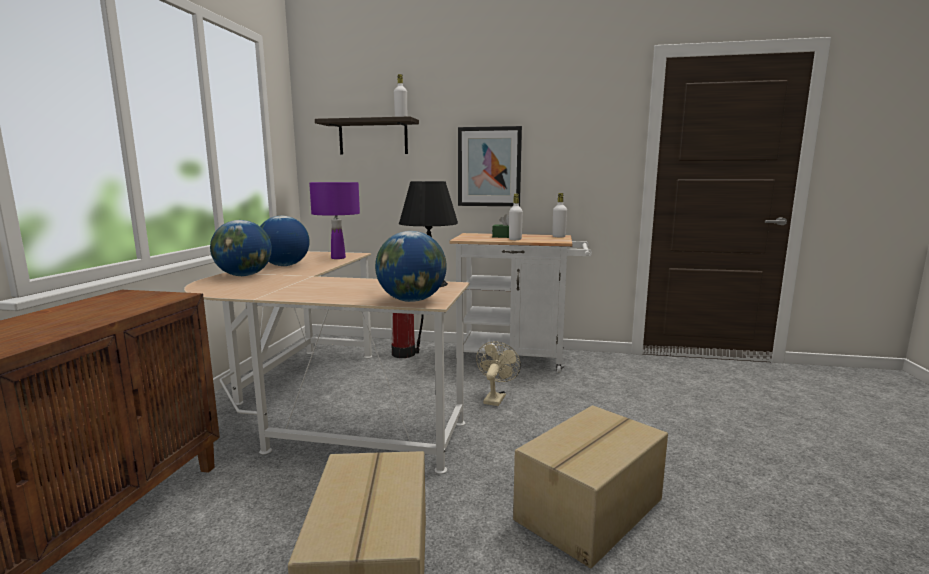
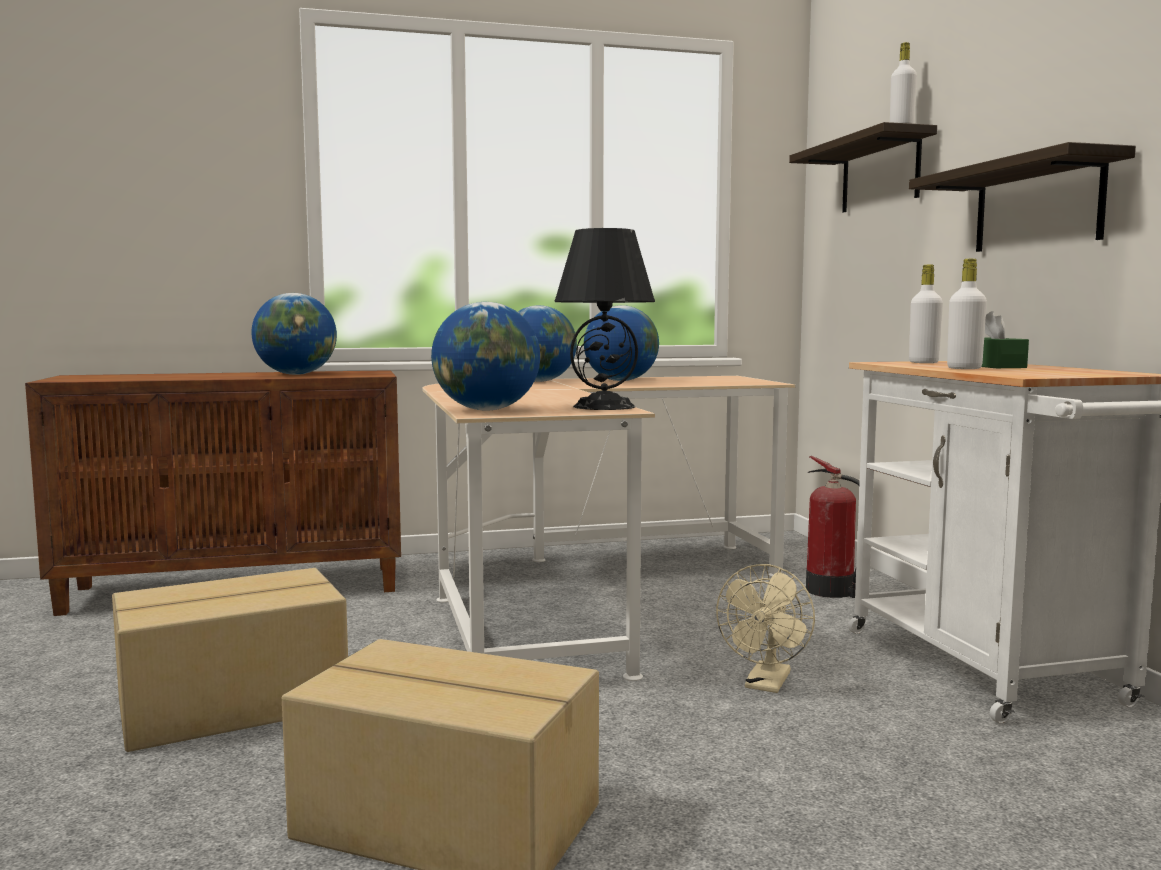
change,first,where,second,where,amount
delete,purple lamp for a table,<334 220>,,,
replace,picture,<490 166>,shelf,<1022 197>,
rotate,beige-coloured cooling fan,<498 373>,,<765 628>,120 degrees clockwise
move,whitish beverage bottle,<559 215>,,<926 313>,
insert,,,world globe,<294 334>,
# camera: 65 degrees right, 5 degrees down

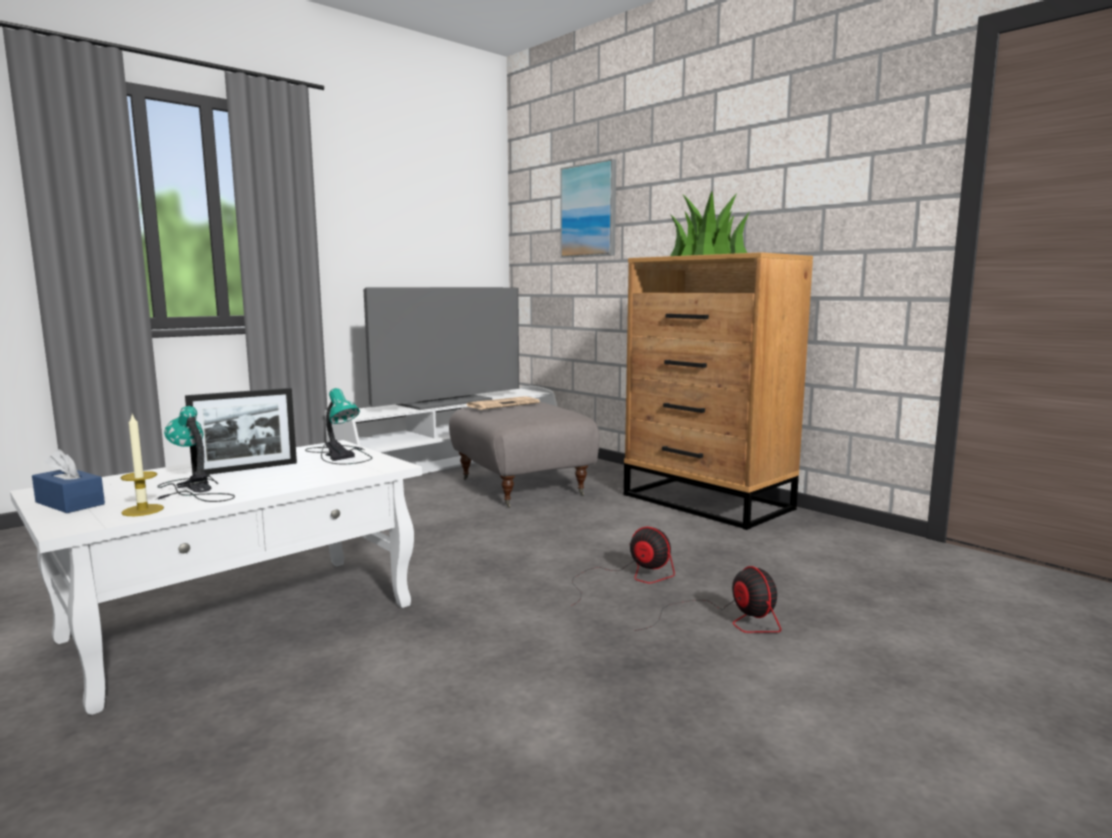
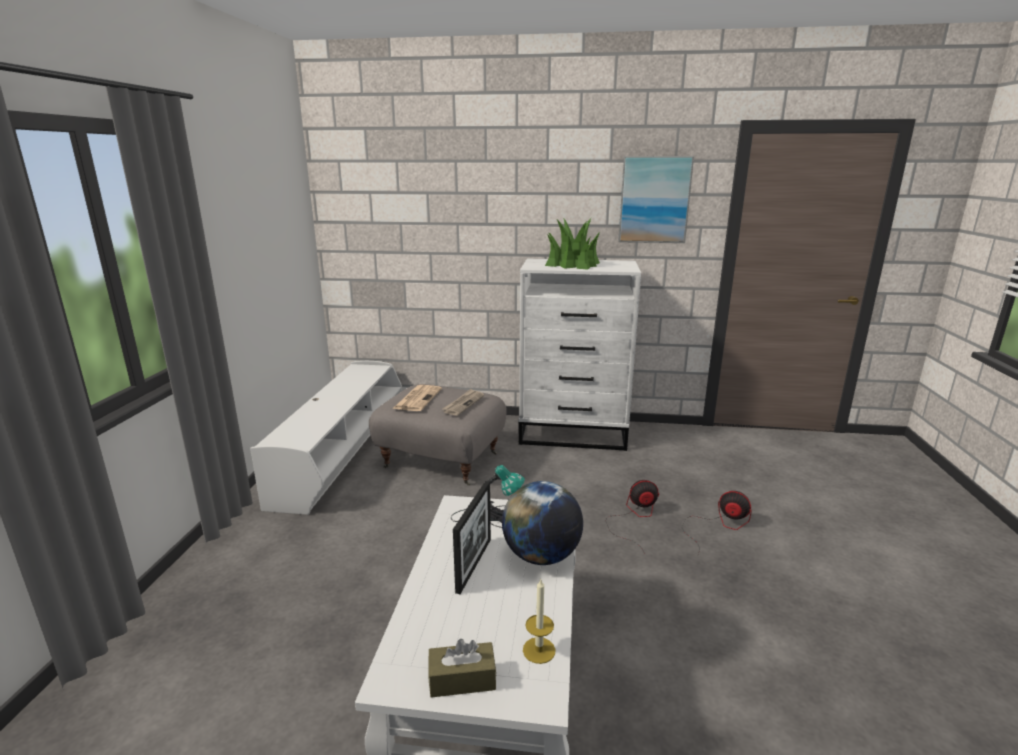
change,first,where,second,where,amount
recolor,blue-coloured box of tissues,<68 481>,brownish box of tissues,<462 668>,
delete,lamp for a table,<195 454>,,,
delete,TV,<441 348>,,,
move,picture,<588 208>,,<656 199>,
recolor,brownish dresser,<718 391>,whitish dresser,<579 355>,
insert,,,newspaper,<463 402>,
insert,,,world globe,<542 523>,
# camera: 40 degrees left, 10 degrees up

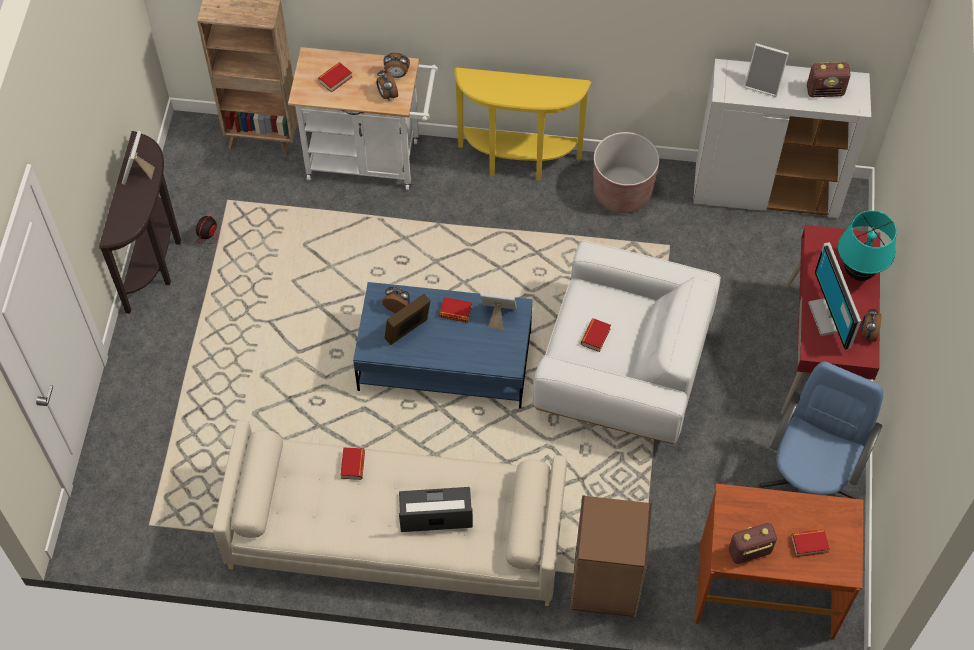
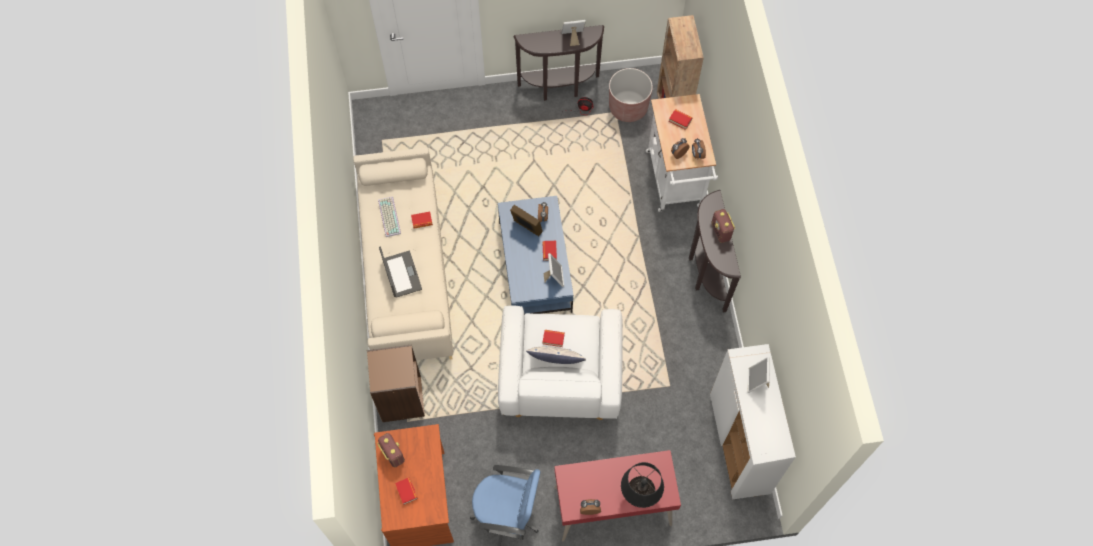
change,first,where,second,where,amount
recolor,yellow console table,<522 124>,brownish console table,<715 251>,
move,brownish planter,<626 172>,,<631 95>,
move,radio set,<829 79>,,<723 226>,
delete,computer screen,<834 295>,,,
recolor,blue-green lamp for a table,<867 245>,blackish lamp for a table,<642 485>,
insert,,,computer keyboard,<389 216>,
insert,,,cushion,<556 355>,
# camera: 75 degrees right, 5 degrees up

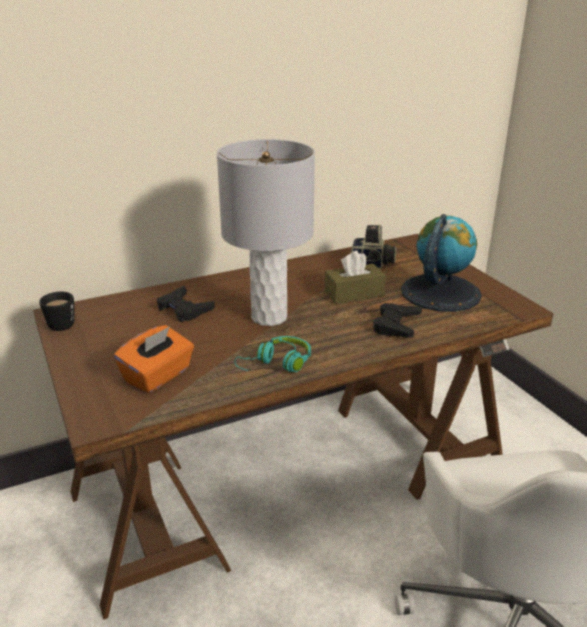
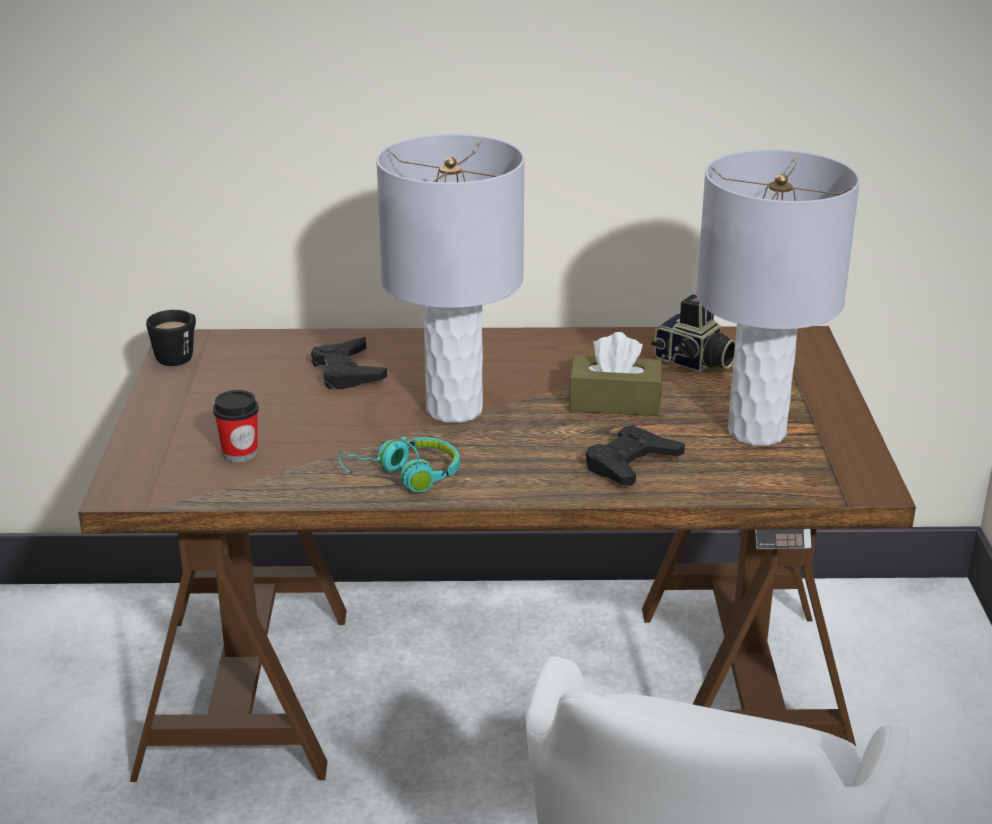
change,first,where,second,where,amount
replace,orange box of tissues,<154 359>,small cup,<236 426>,
replace,world globe,<441 263>,greyish lamp for a table,<778 297>,
# camera: 25 degrees right, 0 degrees up

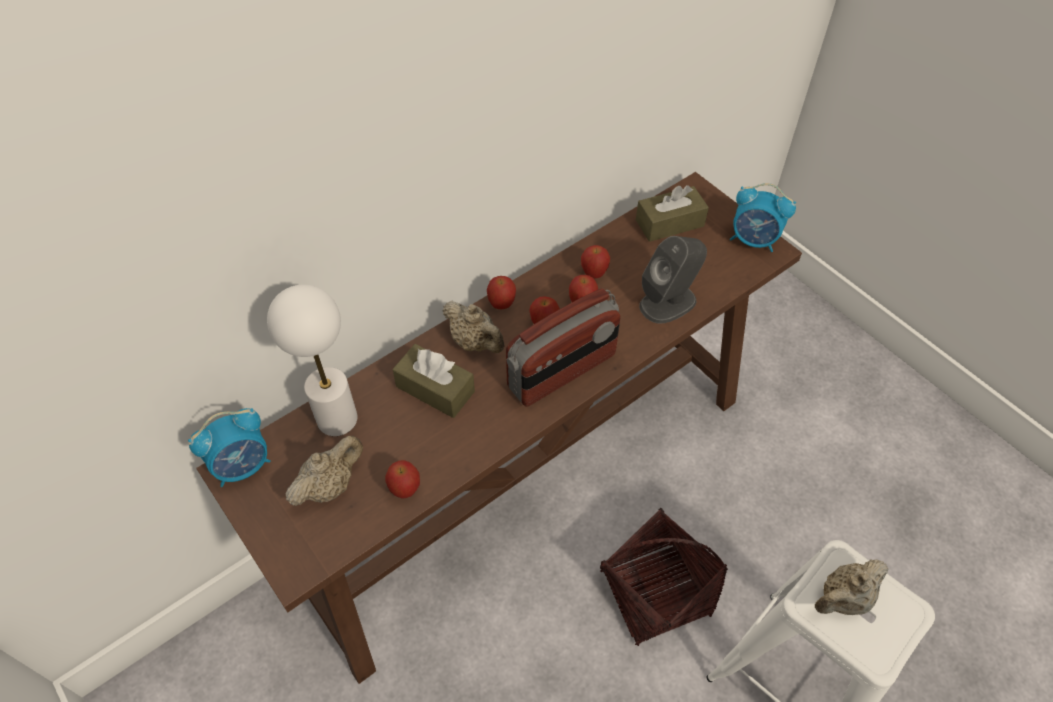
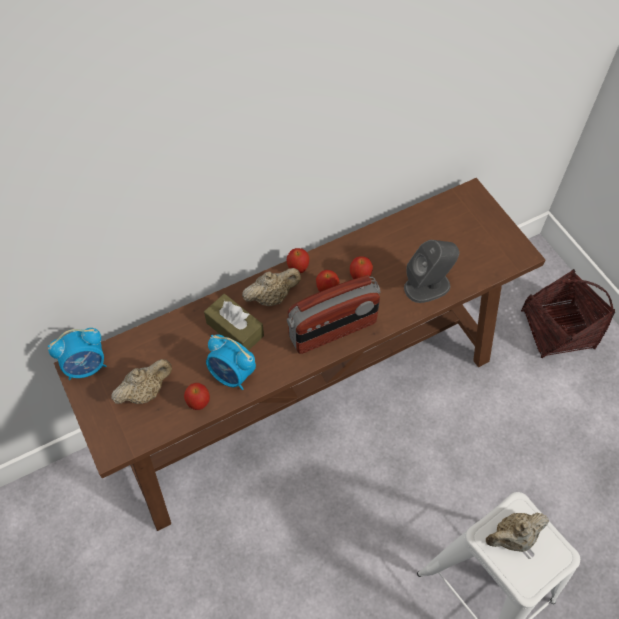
change,first,where,second,where,amount
delete,whitish lamp for a table,<312 360>,,,
rotate,beige-coloured tea pot,<473 327>,,<271 287>,75 degrees counterclockwise
delete,whole apple,<595 261>,,,
move,basket,<664 577>,,<568 313>,
delete,brownish box of tissues,<672 213>,,,
move,bedside clock,<763 217>,,<231 362>,
# camera: 10 degrees right, 5 degrees up

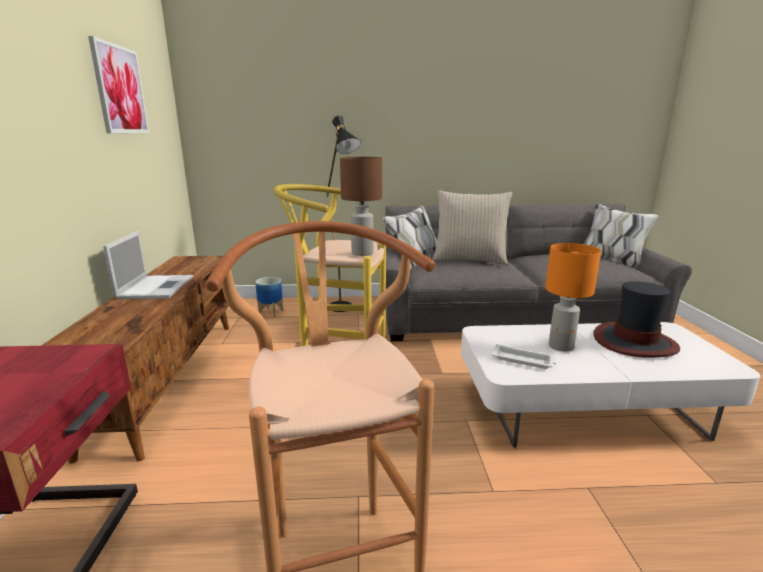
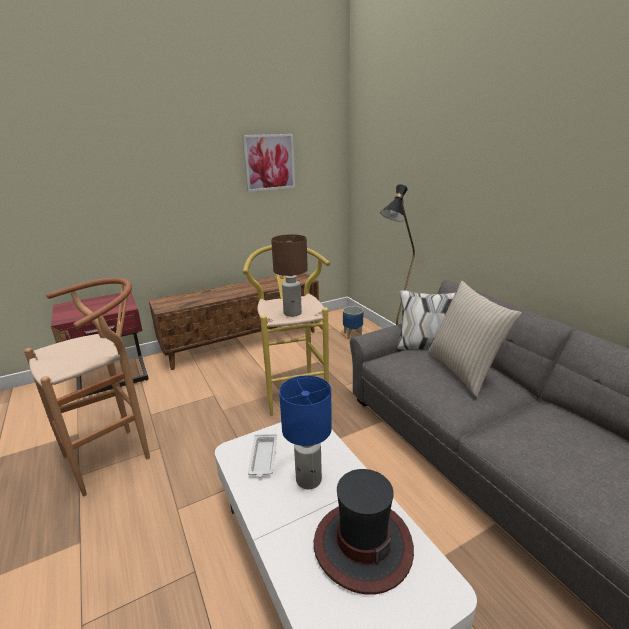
change,first,where,second,where,amount
delete,notebook computer,<148 265>,,,
recolor,orange lamp for a table,<573 297>,blue-coloured lamp for a table,<305 432>,
# camera: 65 degrees right, 5 degrees up

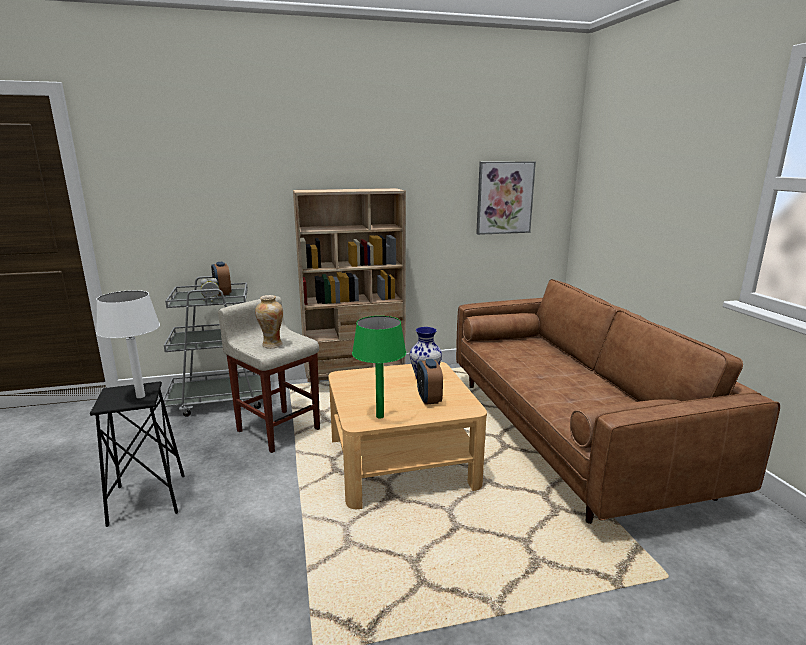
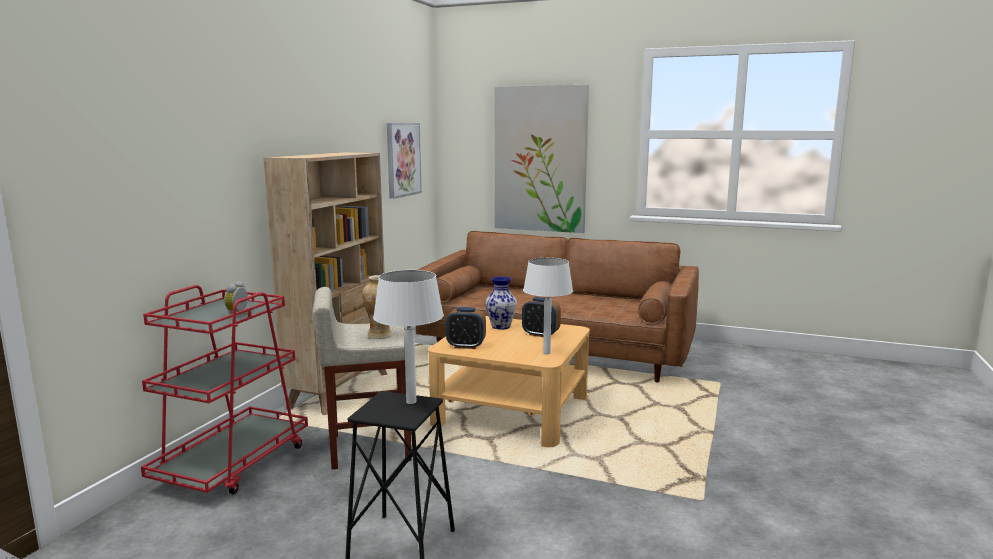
change,first,where,second,where,amount
recolor,greyish trolley,<217 346>,red-coloured trolley,<224 389>,
move,bedside clock,<221 279>,,<466 328>,
recolor,greenish lamp for a table,<379 367>,whitish lamp for a table,<548 306>,
insert,,,picture,<541 159>,
# camera: 55 degrees left, 5 degrees down

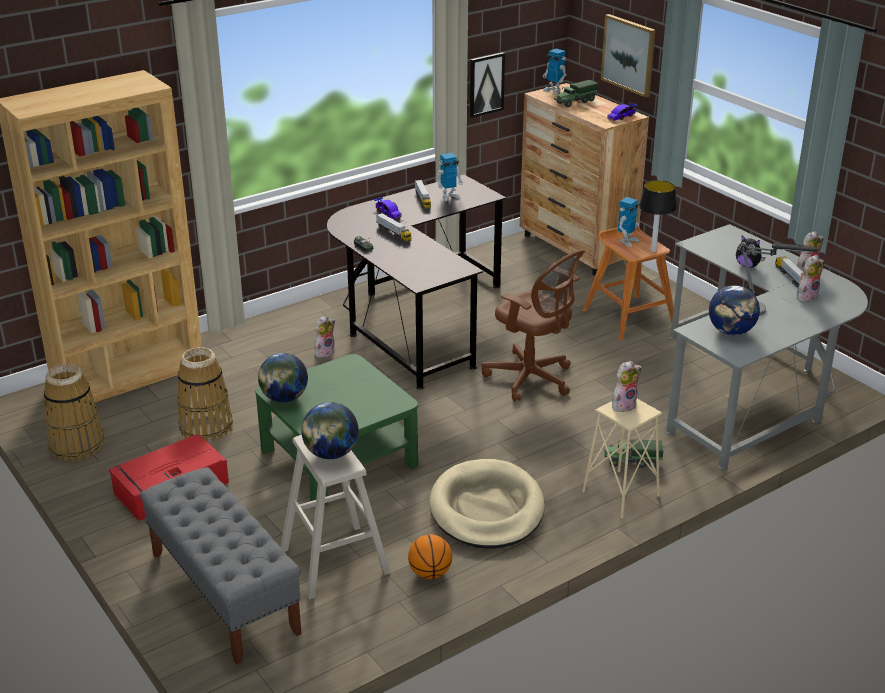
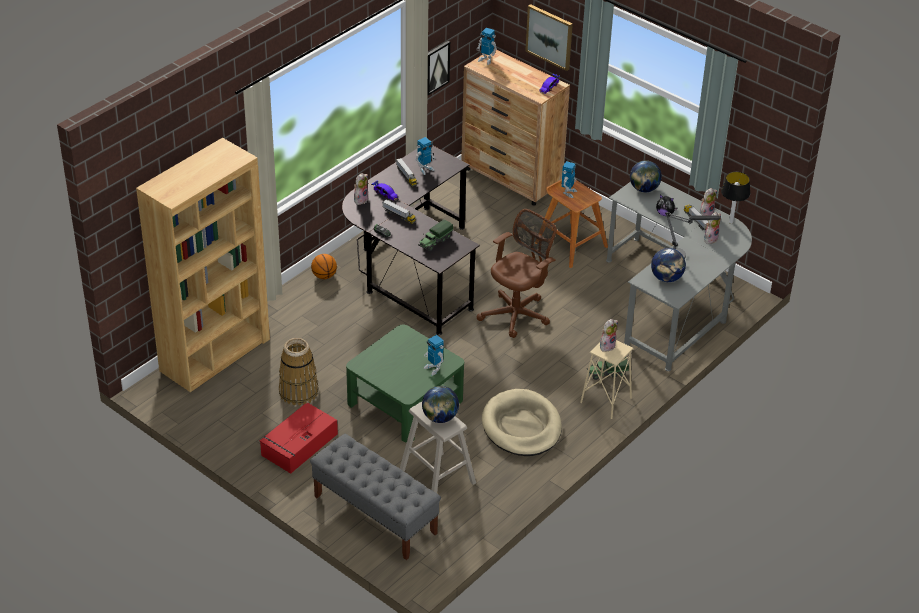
change,first,where,second,where,amount
delete,basket,<74 412>,,,
move,world globe,<283 377>,,<646 176>,
move,soft toy,<325 336>,,<361 189>,
move,basketball,<430 556>,,<324 266>,
rotate,brownish office chair,<533 325>,,<517 273>,75 degrees counterclockwise
move,toy truck,<576 93>,,<435 235>,
move,lamp for a table,<658 216>,,<735 198>,
insert,,,robot figure,<434 355>,
# camera: 15 degrees left, 10 degrees up

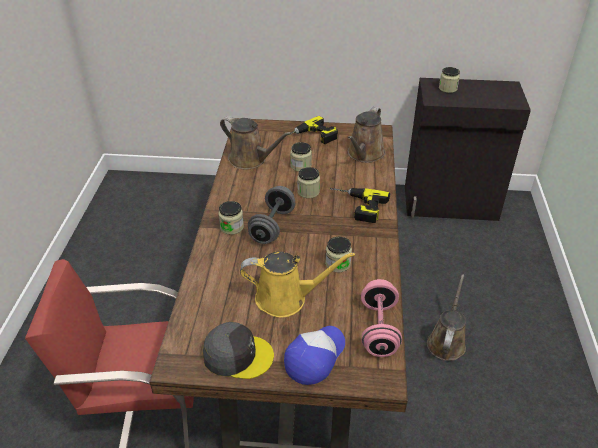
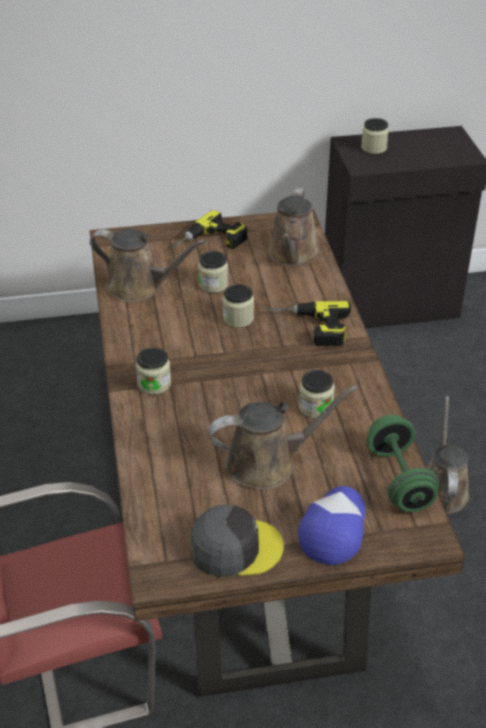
change,first,where,second,where,amount
recolor,yellow sprinkling can,<297 285>,brownish sprinkling can,<283 437>,
delete,greyish dumbbell,<271 215>,,,
recolor,pink-coloured dumbbell,<381 318>,greenish dumbbell,<403 463>,
# camera: 15 degrees left, 0 degrees up

